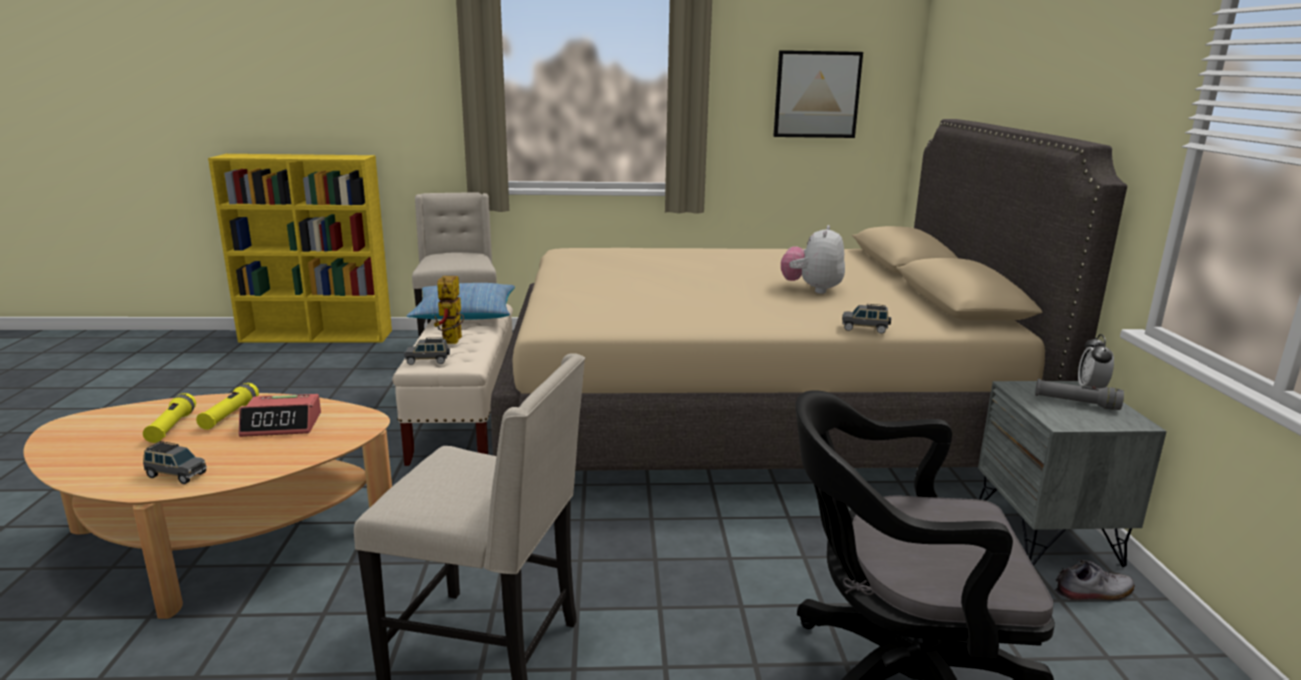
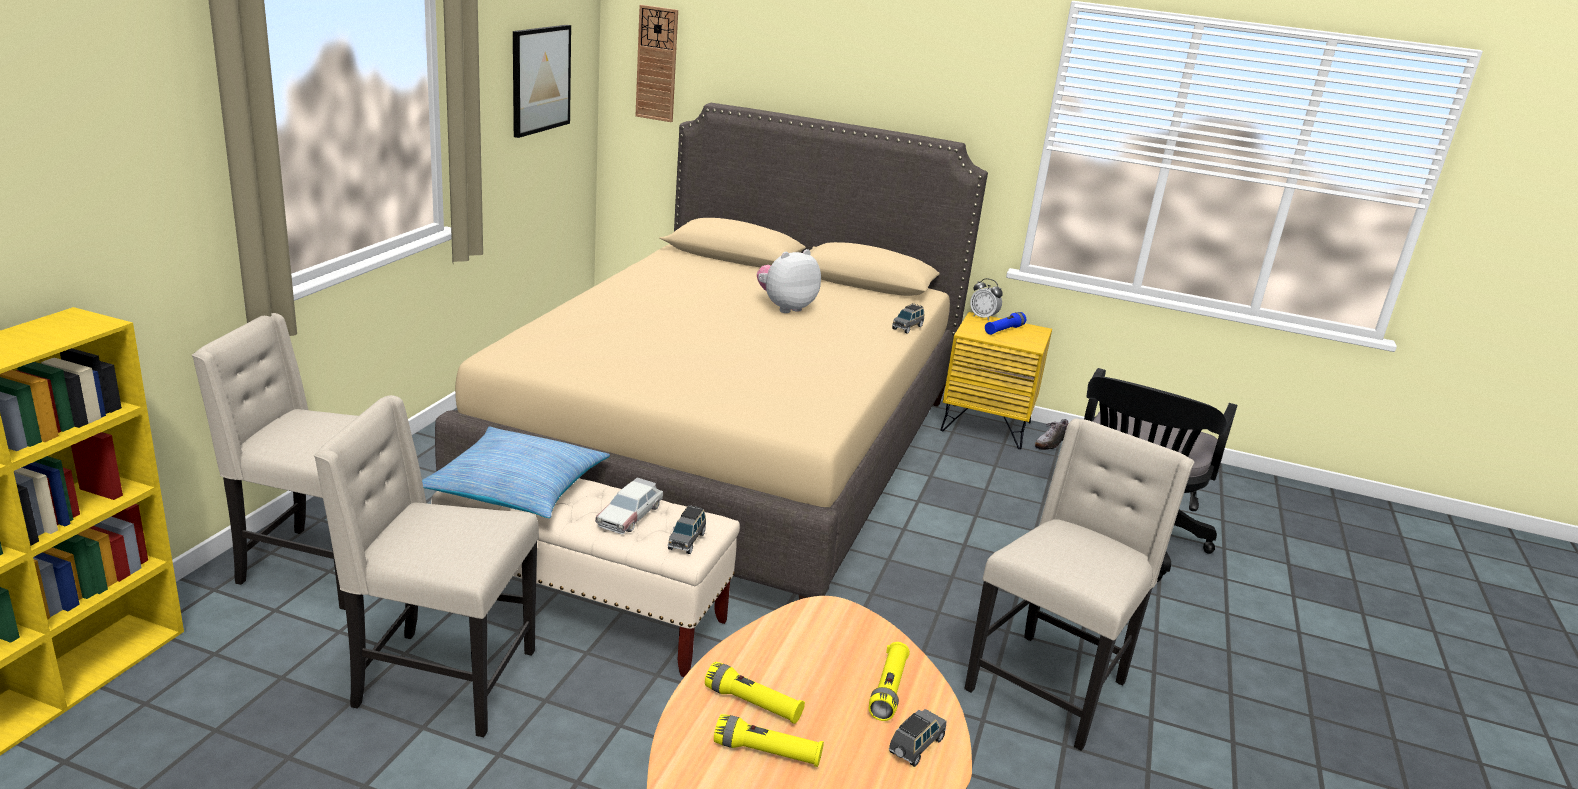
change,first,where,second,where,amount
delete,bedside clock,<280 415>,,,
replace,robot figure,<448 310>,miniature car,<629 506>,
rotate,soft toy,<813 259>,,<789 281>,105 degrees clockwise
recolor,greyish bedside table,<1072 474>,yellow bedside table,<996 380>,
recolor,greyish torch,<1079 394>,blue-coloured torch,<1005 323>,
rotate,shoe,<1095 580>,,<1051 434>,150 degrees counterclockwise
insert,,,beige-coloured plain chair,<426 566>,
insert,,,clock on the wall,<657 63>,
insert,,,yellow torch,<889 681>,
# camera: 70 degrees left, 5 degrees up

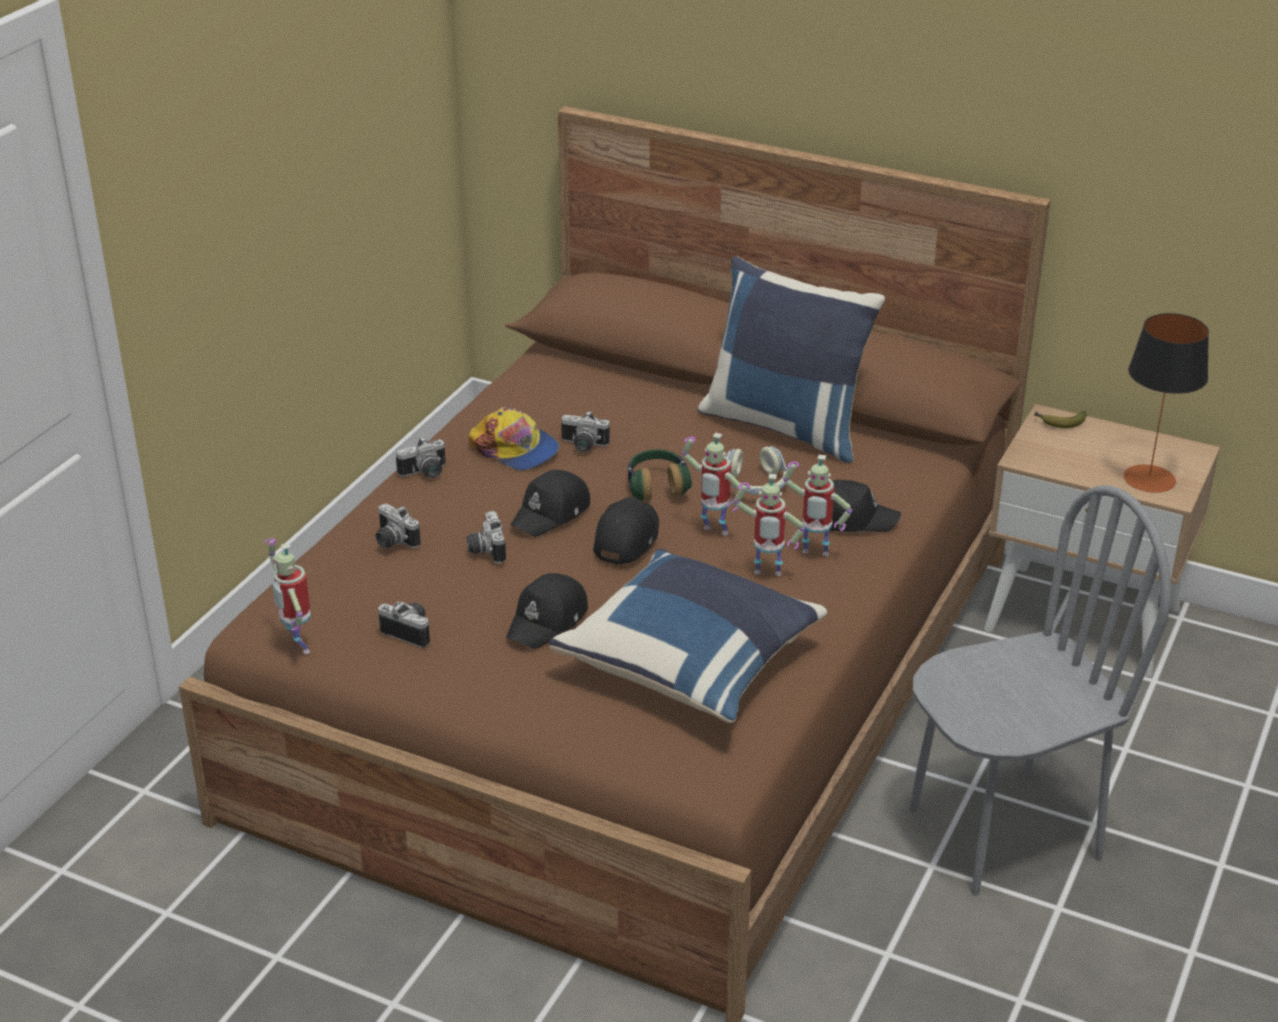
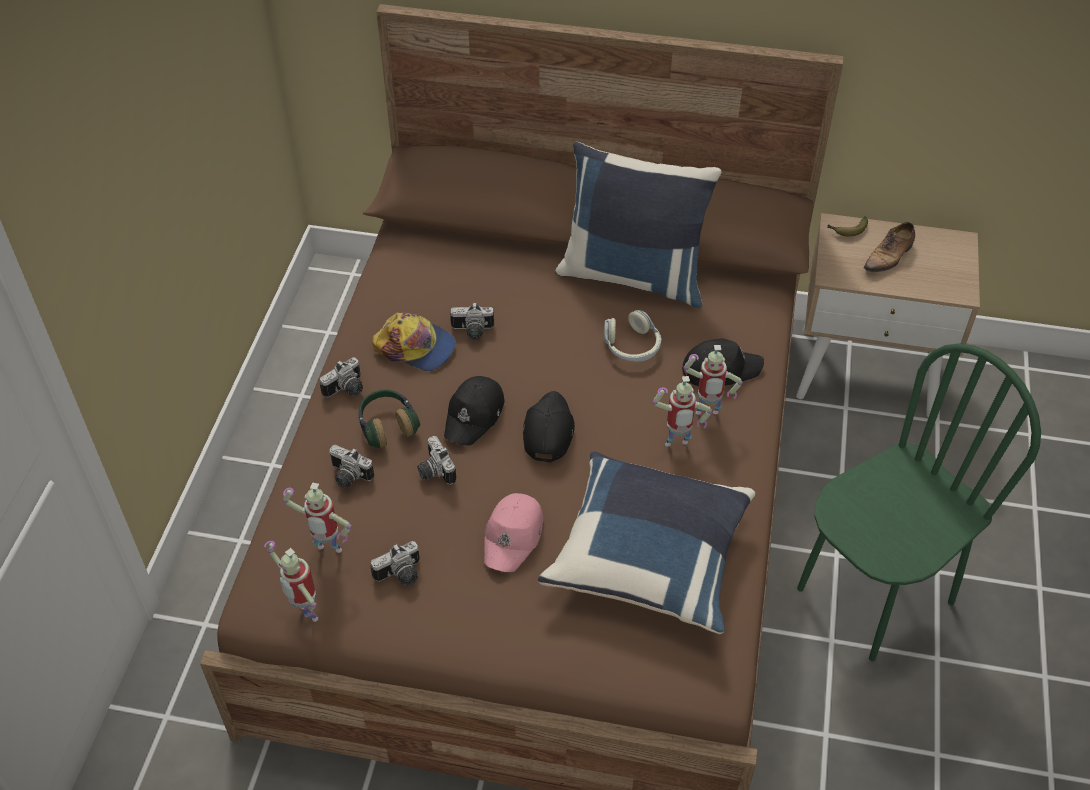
change,first,where,second,where,amount
rotate,photo camera,<404 625>,,<395 563>,135 degrees clockwise
recolor,blackish baseball cap,<547 611>,pink-coloured baseball cap,<513 532>,
move,headphones,<660 475>,,<389 418>,
move,robot figure,<713 484>,,<317 518>,
recolor,greyish plain chair,<1040 690>,greenish plain chair,<919 502>,
delete,lamp for a table,<1166 403>,,,
insert,,,shoe,<889 247>,
# camera: 15 degrees left, 15 degrees up

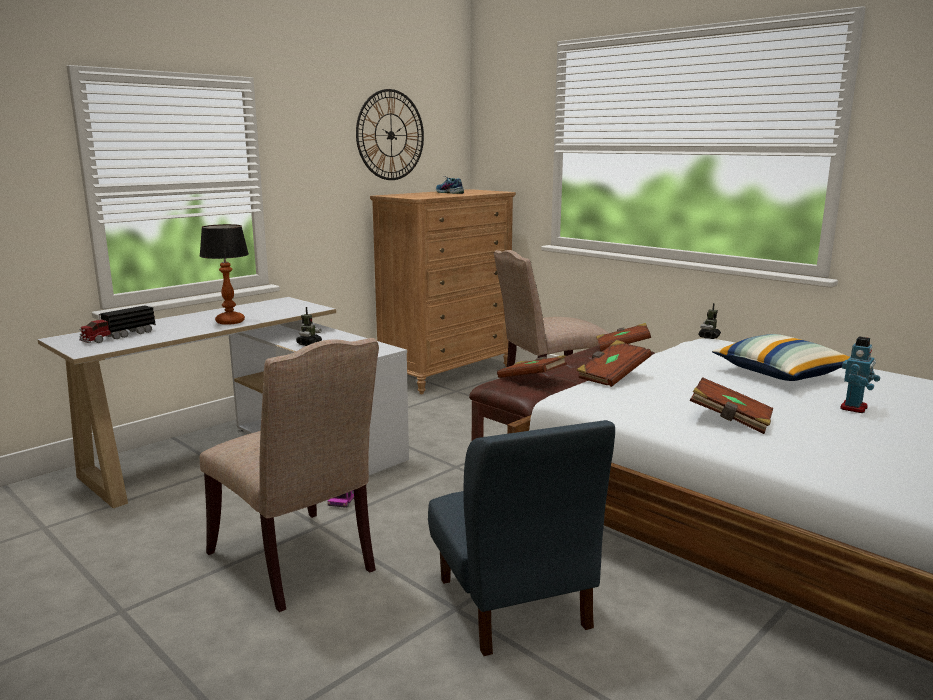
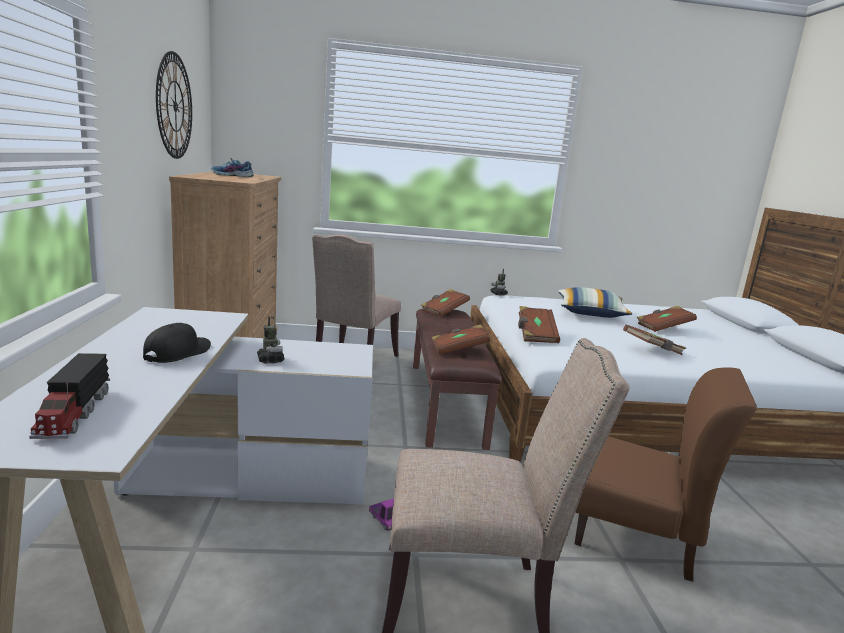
change,first,where,second,where,amount
replace,lamp for a table,<224 274>,blackish baseball cap,<177 343>,
recolor,blue-coloured plain chair,<521 538>,brownish plain chair,<665 474>,
replace,robot figure,<860 375>,brownish bound book,<667 319>,
# camera: 50 degrees left, 0 degrees up

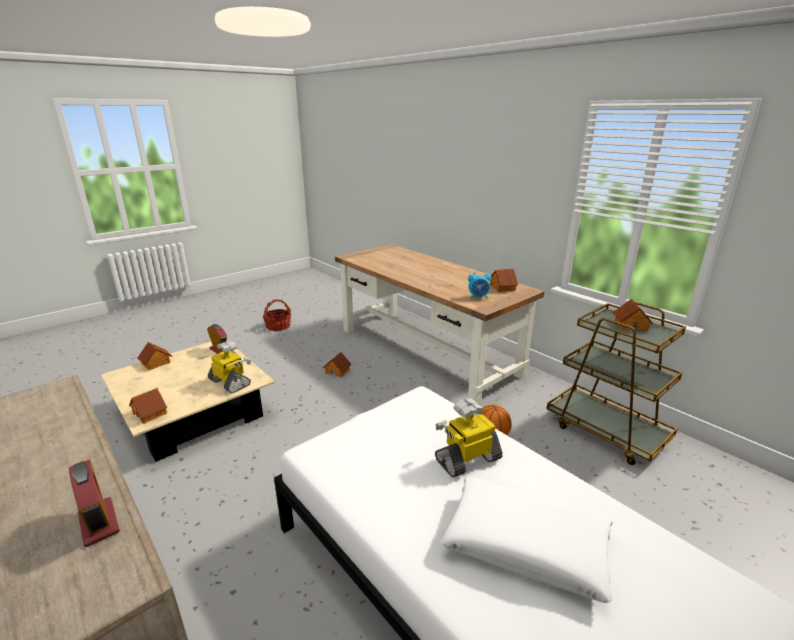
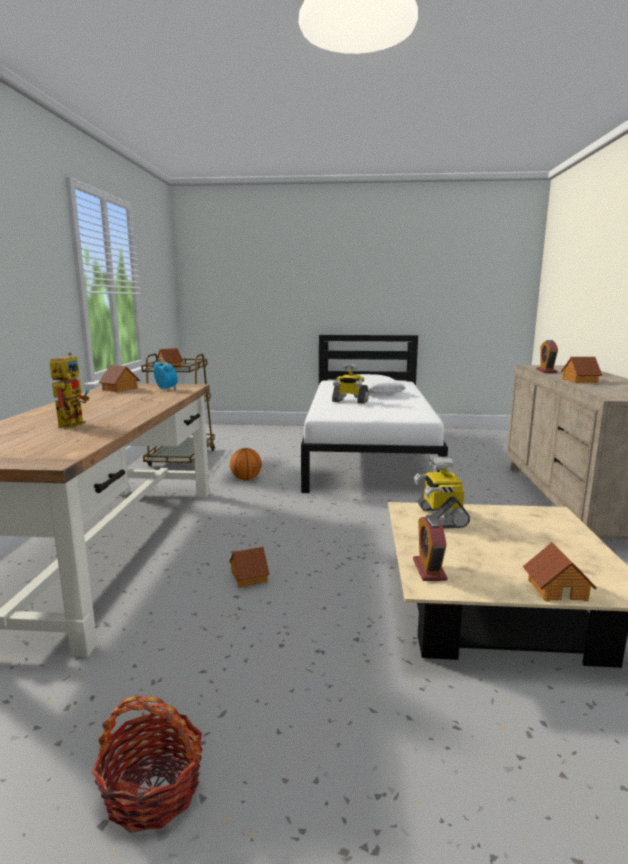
change,first,where,second,where,amount
move,toy house,<148 406>,,<581 370>,
insert,,,robot figure,<70 390>,
# camera: 135 degrees left, 10 degrees down

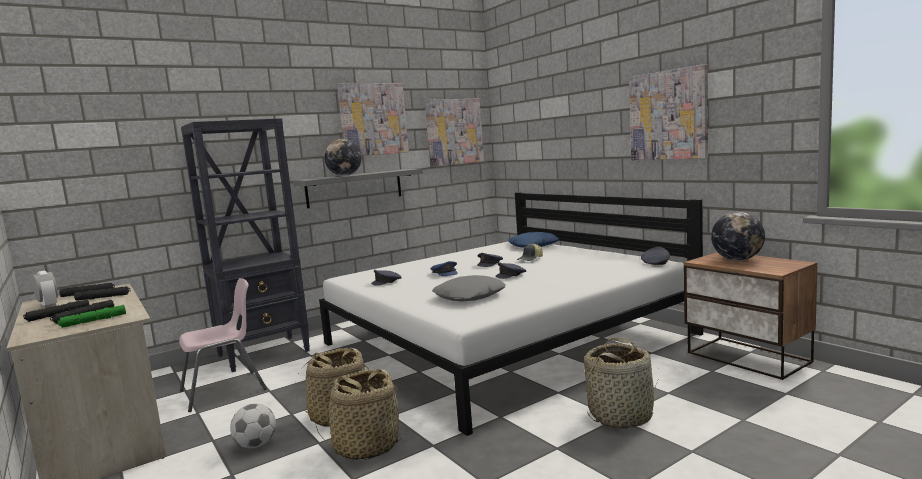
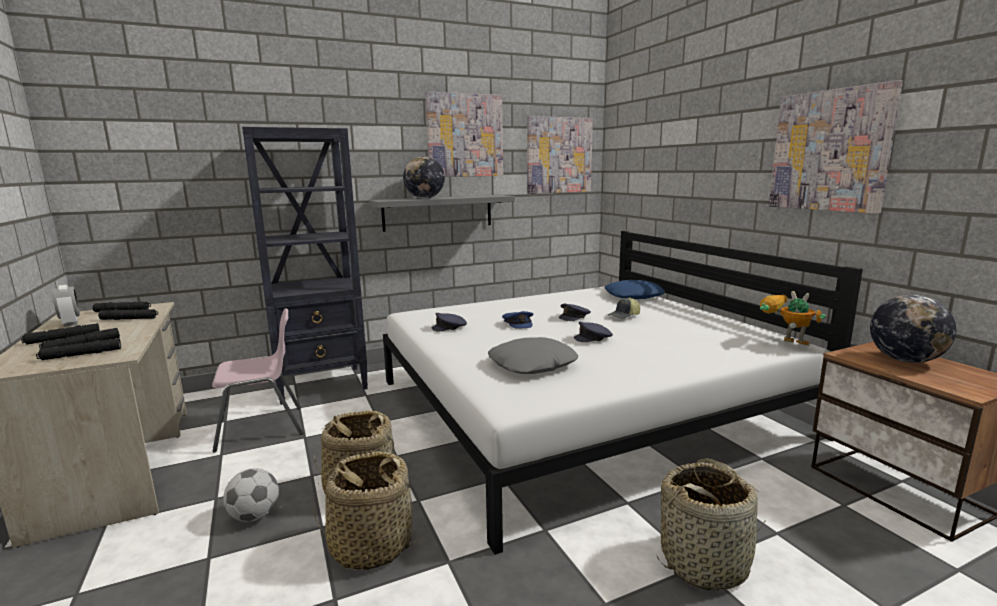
change,first,where,second,where,amount
recolor,greenish torch,<91 316>,blackish torch,<78 349>,
replace,greyish baseball cap,<655 256>,robot figure,<793 318>,
# camera: 10 degrees right, 5 degrees up

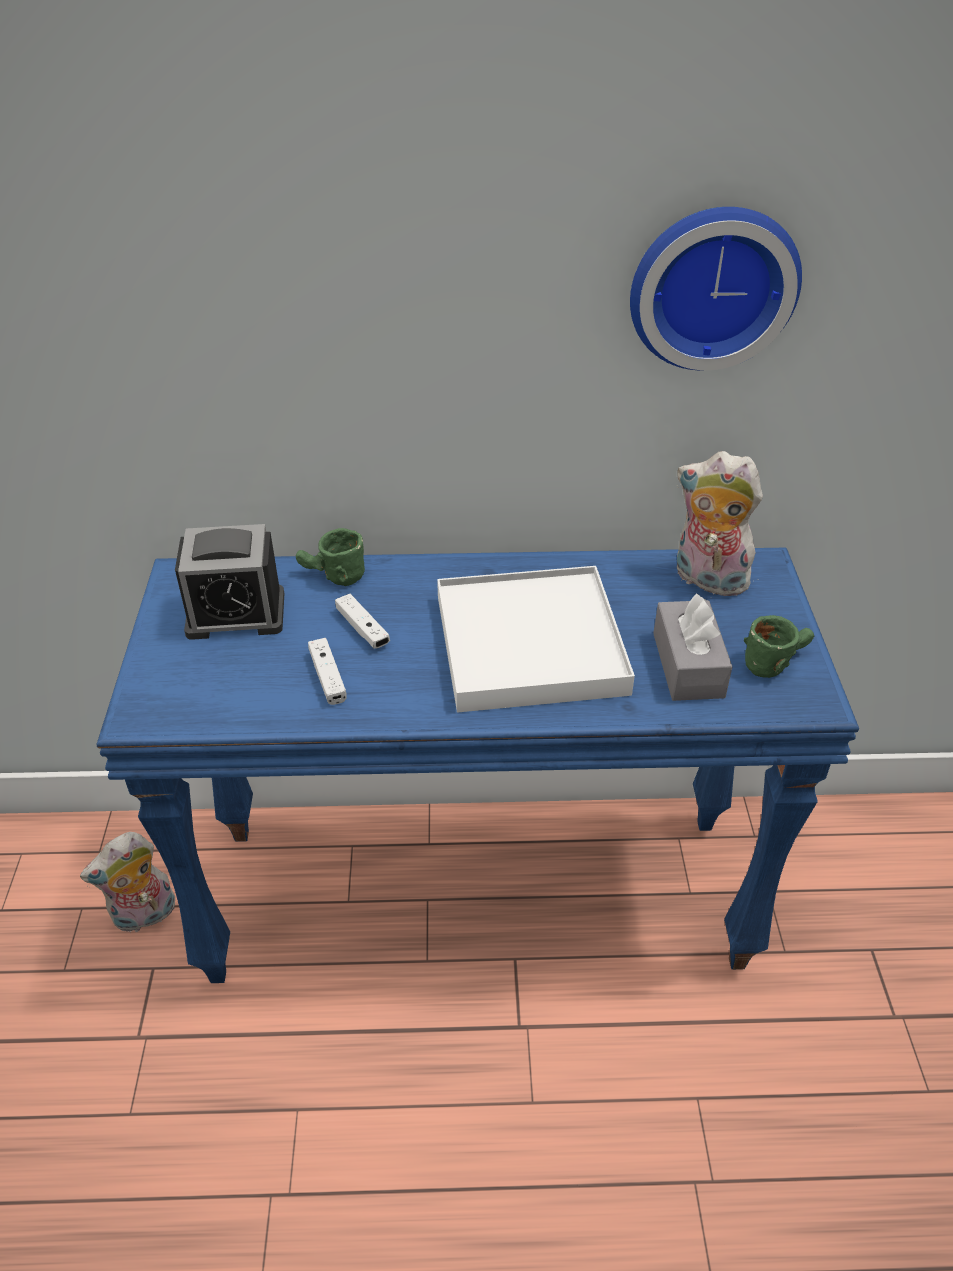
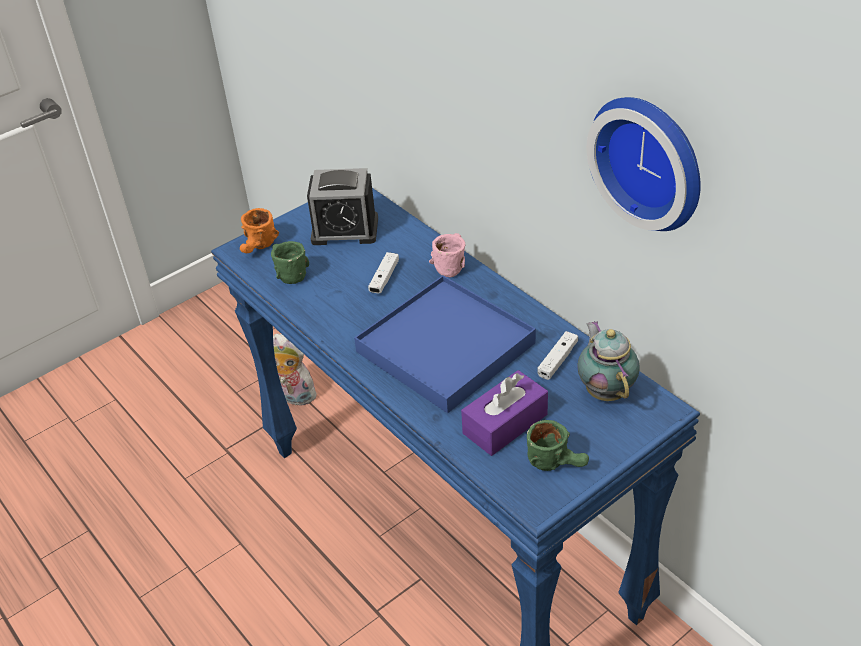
change,first,where,second,where,amount
rotate,bedside clock,<230 582>,,<342 206>,45 degrees counterclockwise
move,greenish mug,<330 557>,,<290 262>,
move,whitish joypad,<327 671>,,<557 355>,
recolor,whitish carrying tray,<536 639>,blue-coloured carrying tray,<445 344>,
recolor,greyish box of tissues,<692 647>,purple box of tissues,<504 413>,
replace,soft toy,<720 523>,tea pot,<608 361>,
insert,,,orange mug,<259 230>,
insert,,,pink-coloured mug,<447 255>,
# camera: 55 degrees right, 0 degrees up

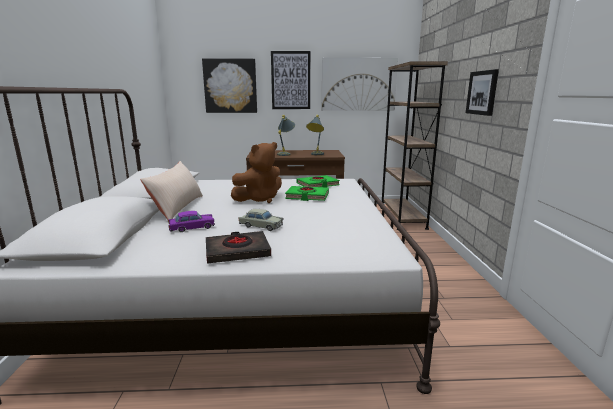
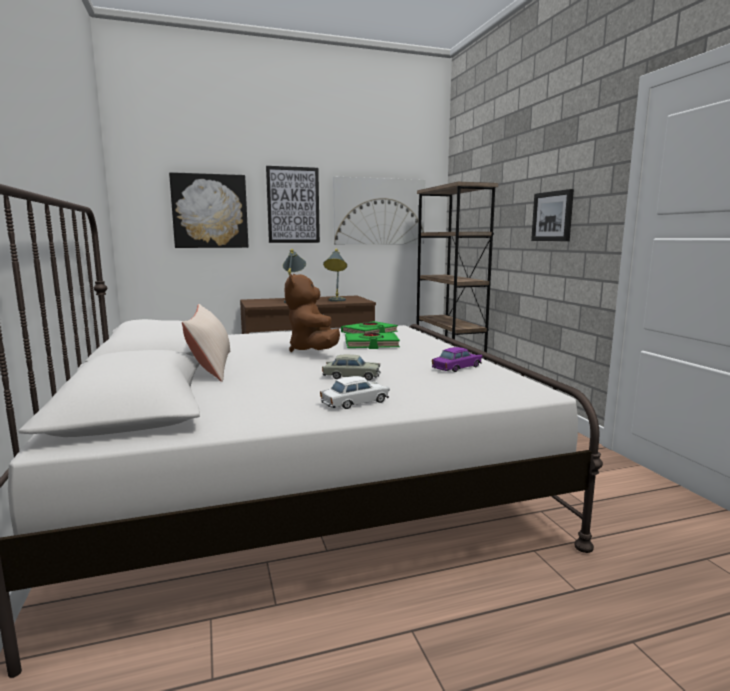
change,first,where,second,where,amount
move,purple miniature car,<191 221>,,<457 359>,
replace,blackish bound book,<238 247>,whitish miniature car,<355 392>,
rotate,brownish soft toy,<256 172>,,<312 313>,135 degrees clockwise
# camera: 15 degrees left, 5 degrees down

